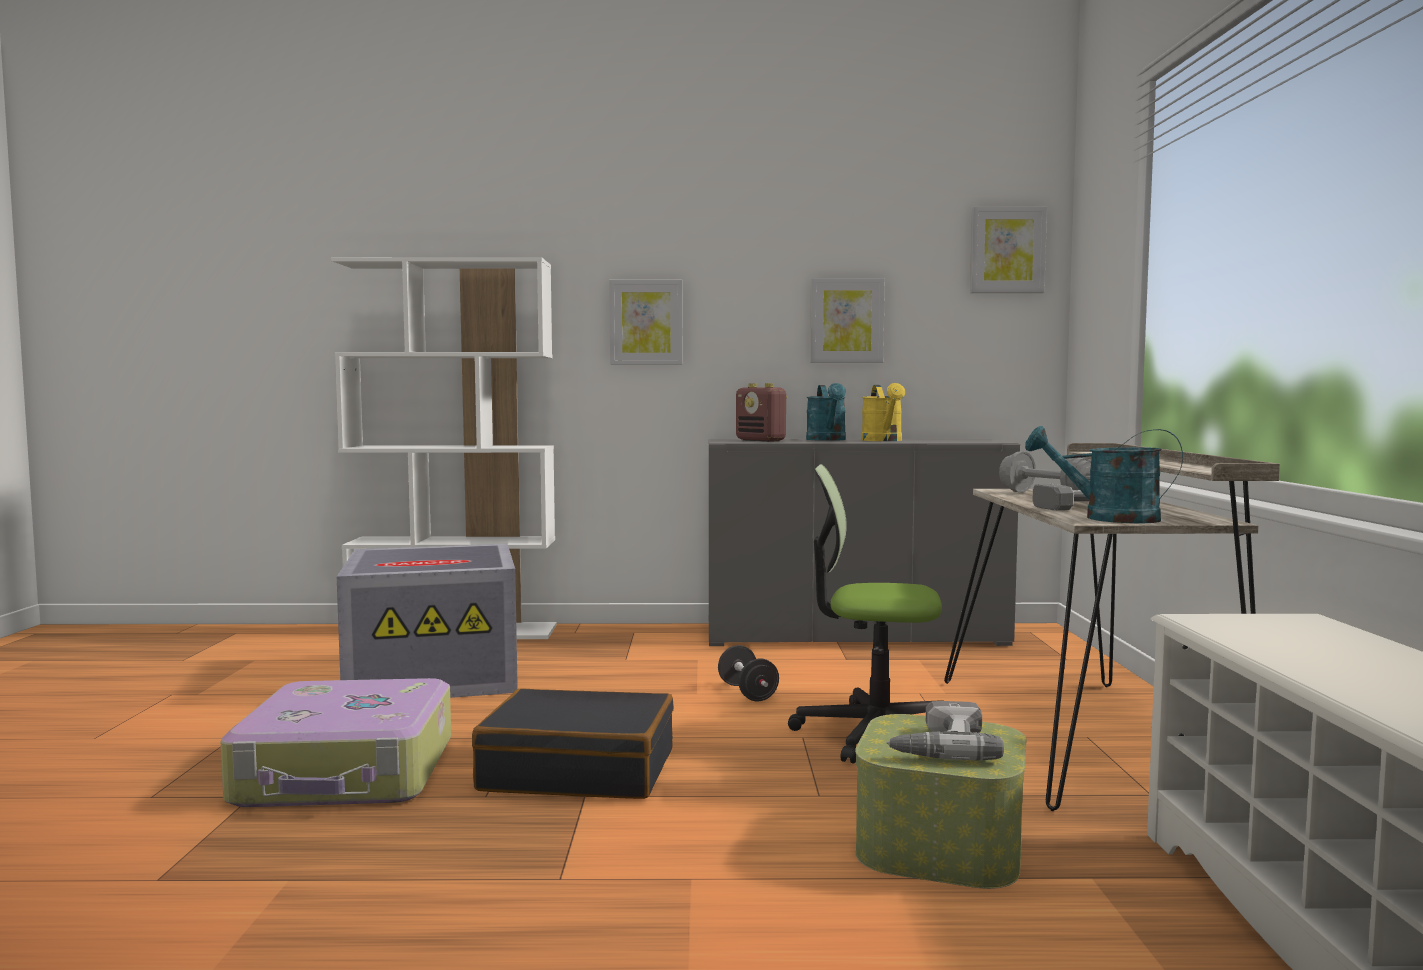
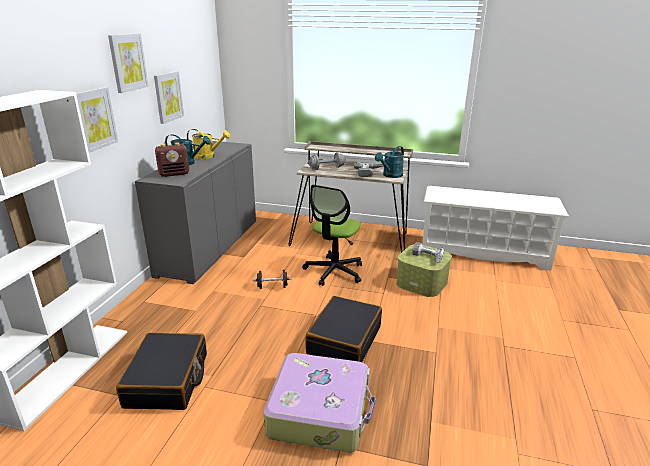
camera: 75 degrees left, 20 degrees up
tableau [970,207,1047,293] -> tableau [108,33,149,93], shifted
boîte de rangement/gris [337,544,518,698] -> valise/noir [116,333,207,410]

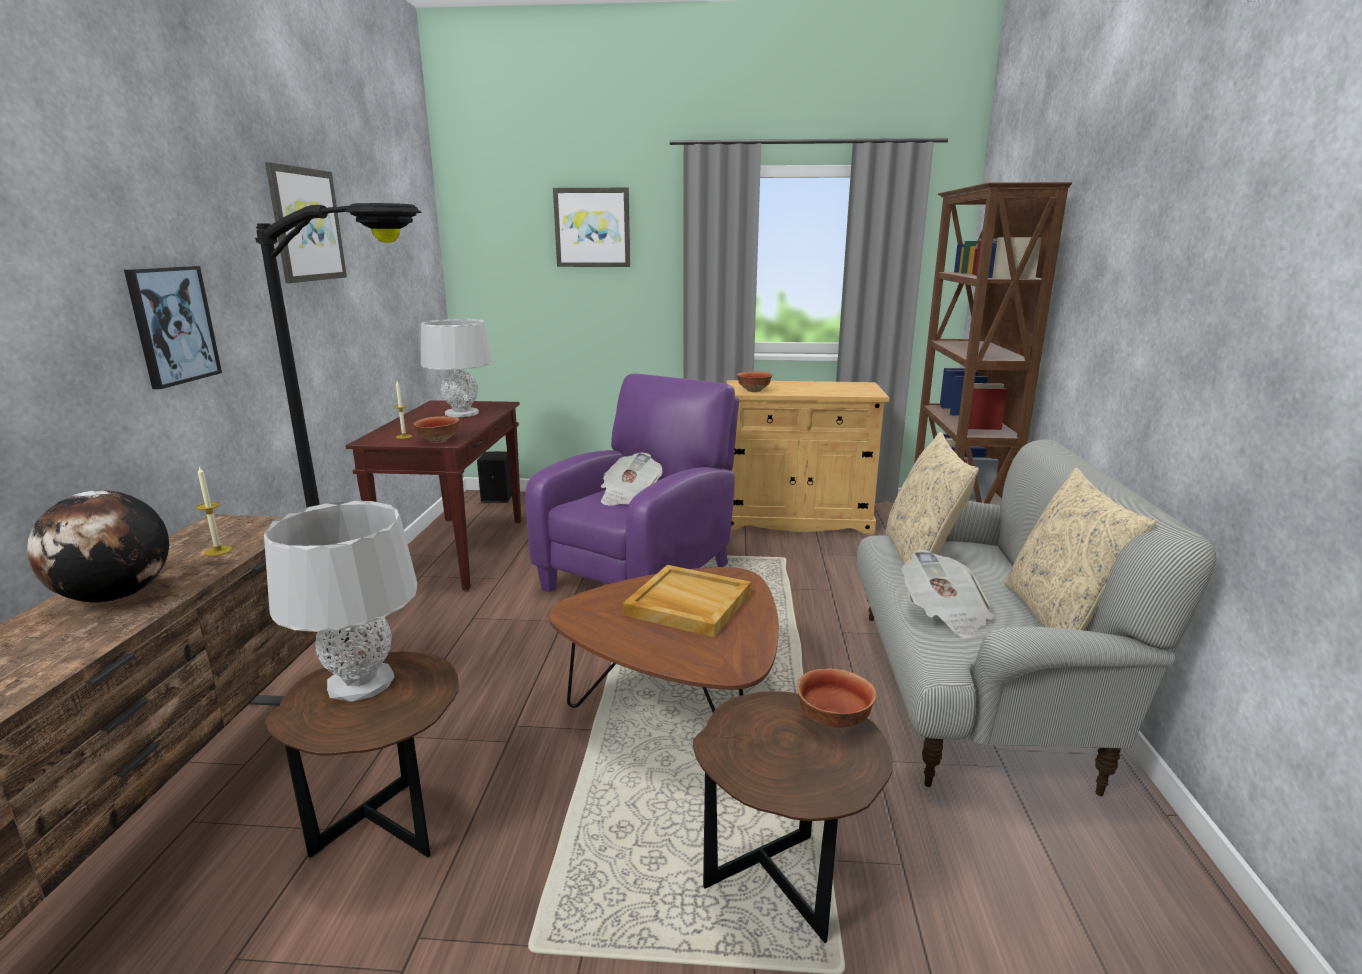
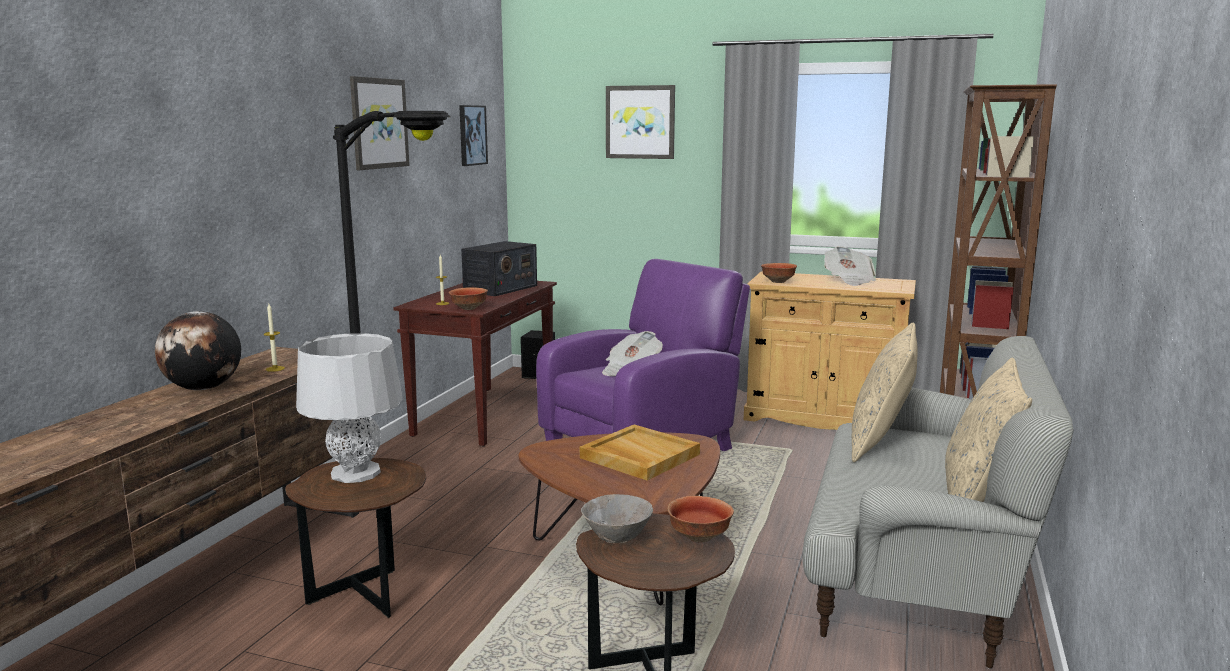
camera: 15 degrees right, 5 degrees down
tableau [124,266,222,389] -> tableau [459,105,488,166], shifted
lampe de table/gris [421,319,493,418] -> radio [461,241,537,296]
none -> bol/gris [581,494,653,543]
journal [902,550,994,639] -> journal [824,246,876,286], shifted

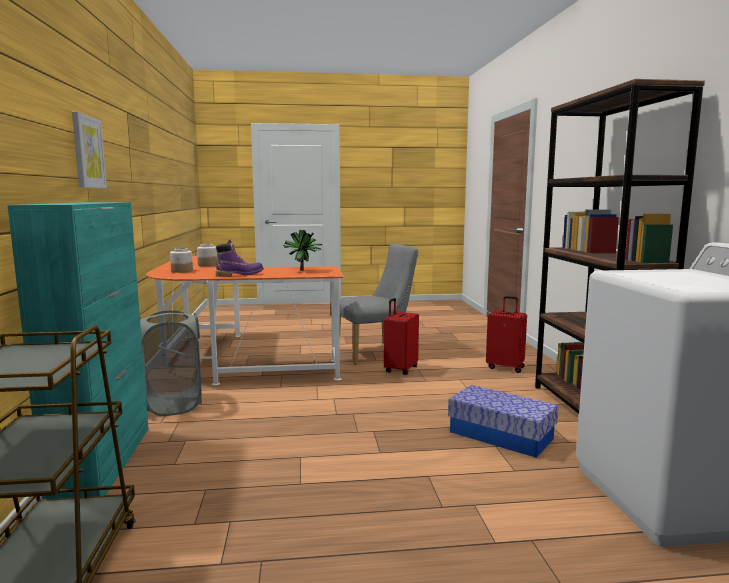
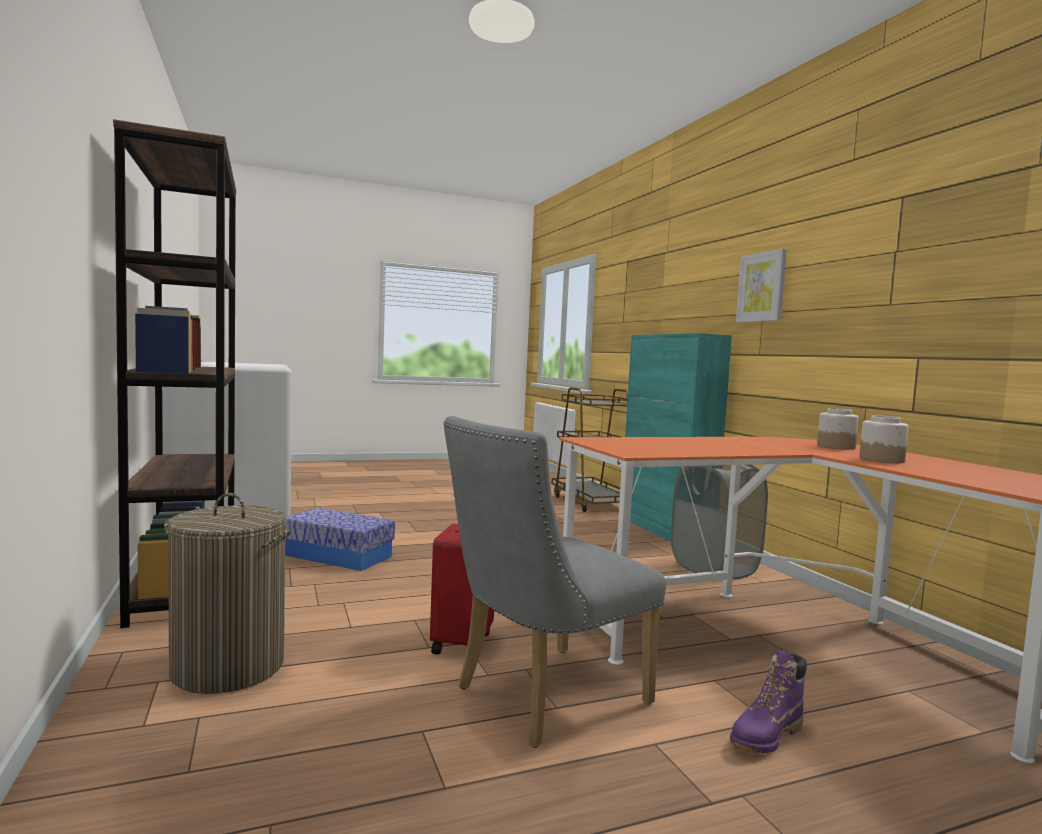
camera: 165 degrees right, 5 degrees down
valise/rouge [486,296,527,373] -> panier à linge [164,493,291,694]
botte/violet [216,240,264,277] -> botte/violet [730,650,807,753], shifted
plante en pot [283,230,322,271] -> none

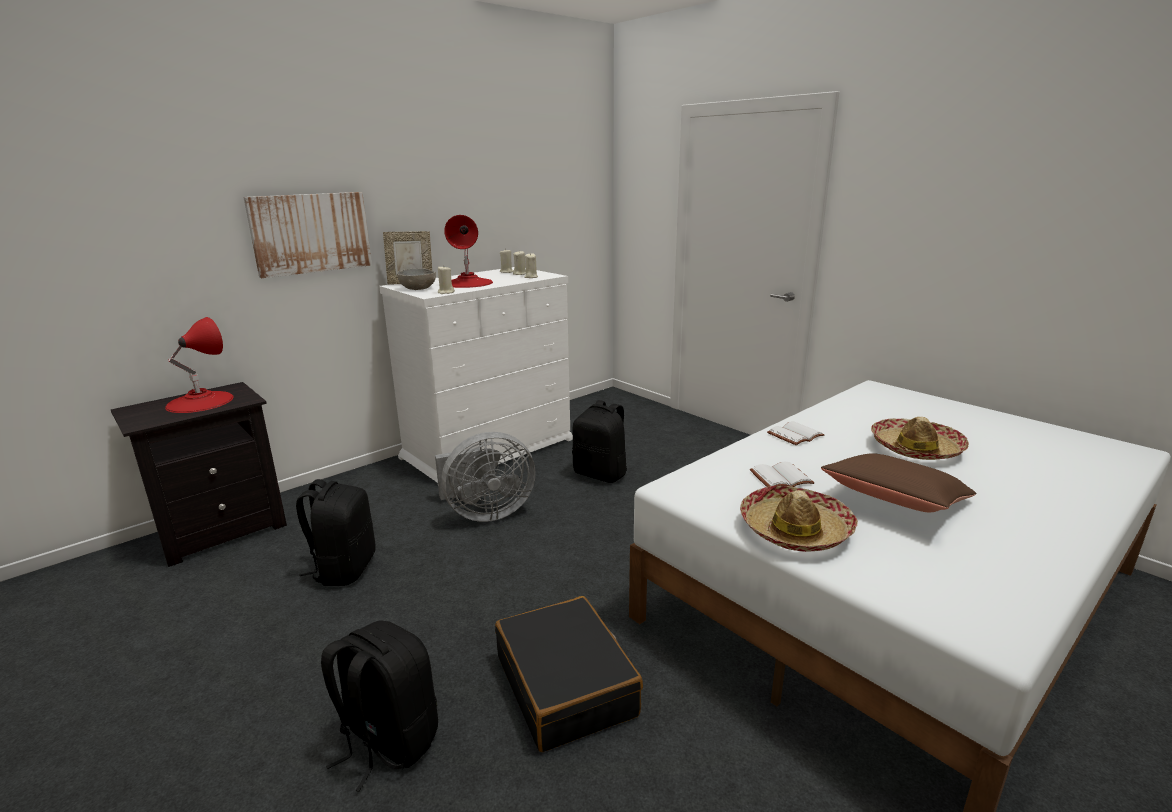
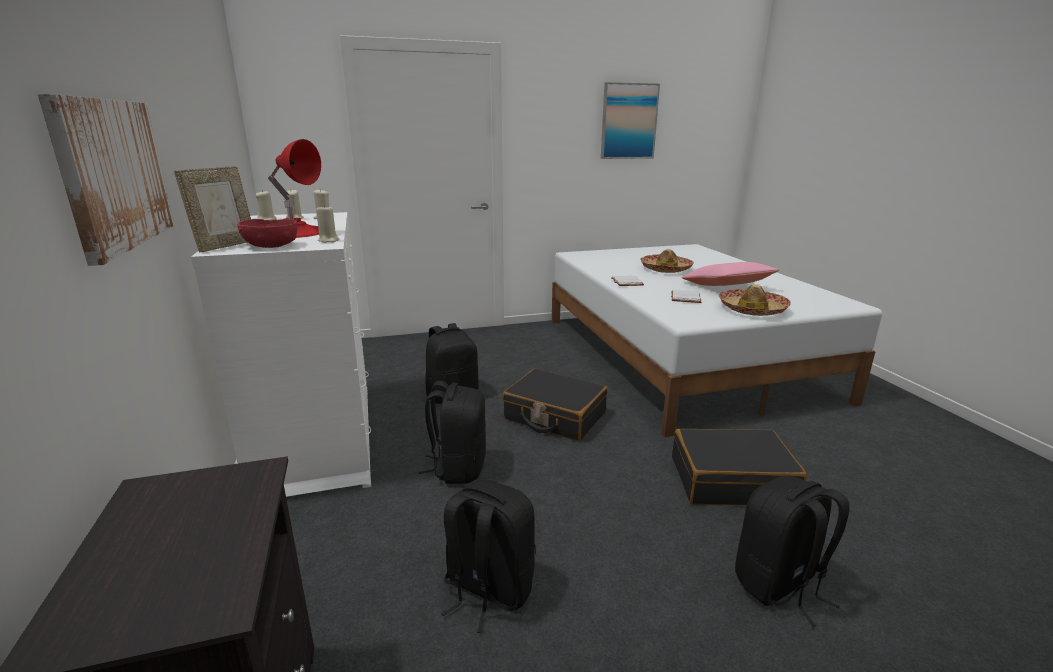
camera: 65 degrees left, 0 degrees up
bol/gris [397,268,436,290] -> bol/rouge [237,219,298,248]
ventilateur/gris [435,432,535,522] -> sac à dos/noir [419,381,486,484]
none -> valise/noir [502,369,607,442]
none -> tableau [601,82,660,159]
coussin/marron [821,453,977,512] -> coussin/rose [682,262,779,286]
lampe de table/rouge [165,317,234,413] -> none

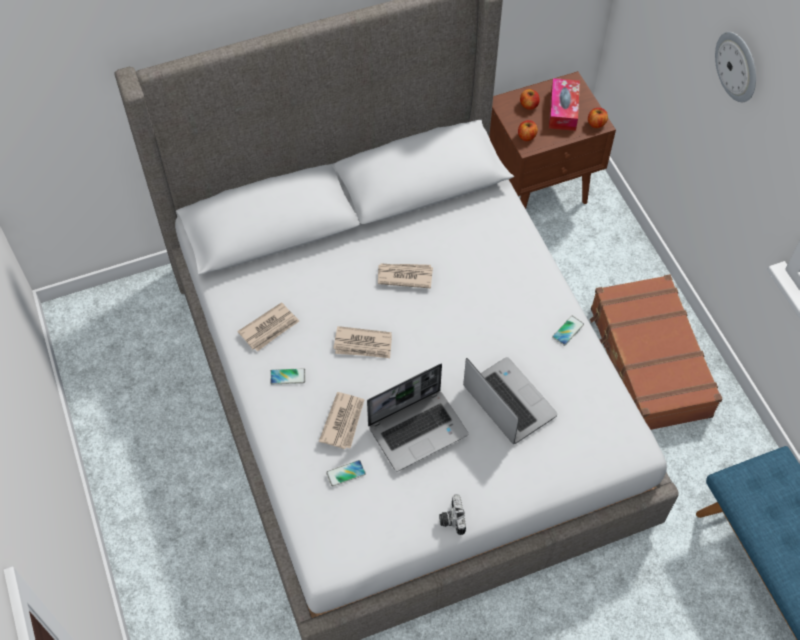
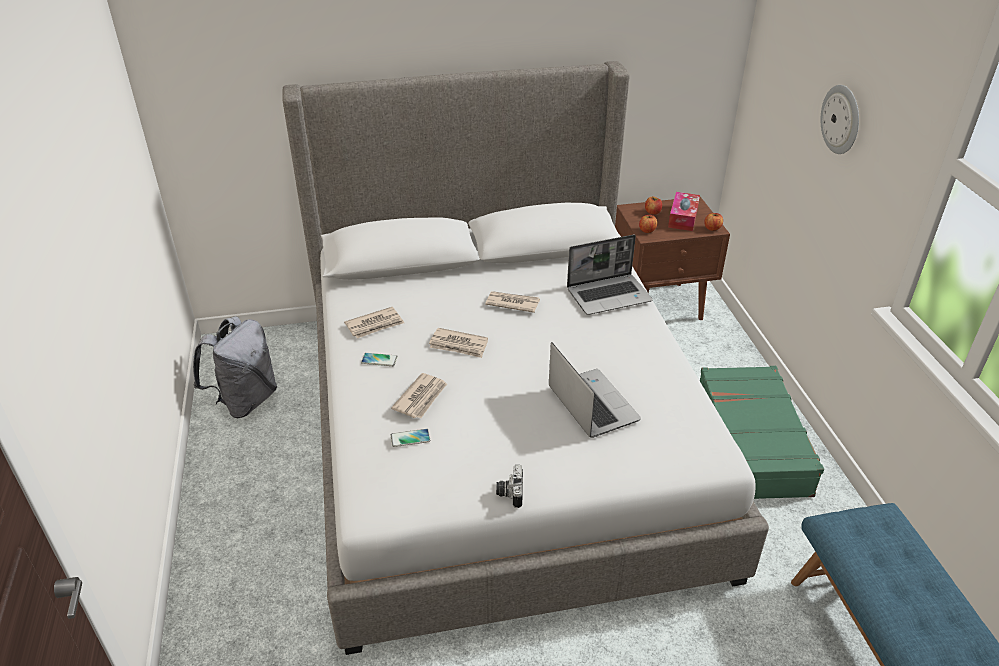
camera: 10 degrees right, 20 degrees down
none -> sac à dos/gris [193,316,277,418]
ordinateur portable [367,364,468,471] -> ordinateur portable [567,235,653,315], shifted
valise/marron [590,274,723,430] -> valise/vert [700,366,824,499]
téléphone [552,316,584,346] -> none

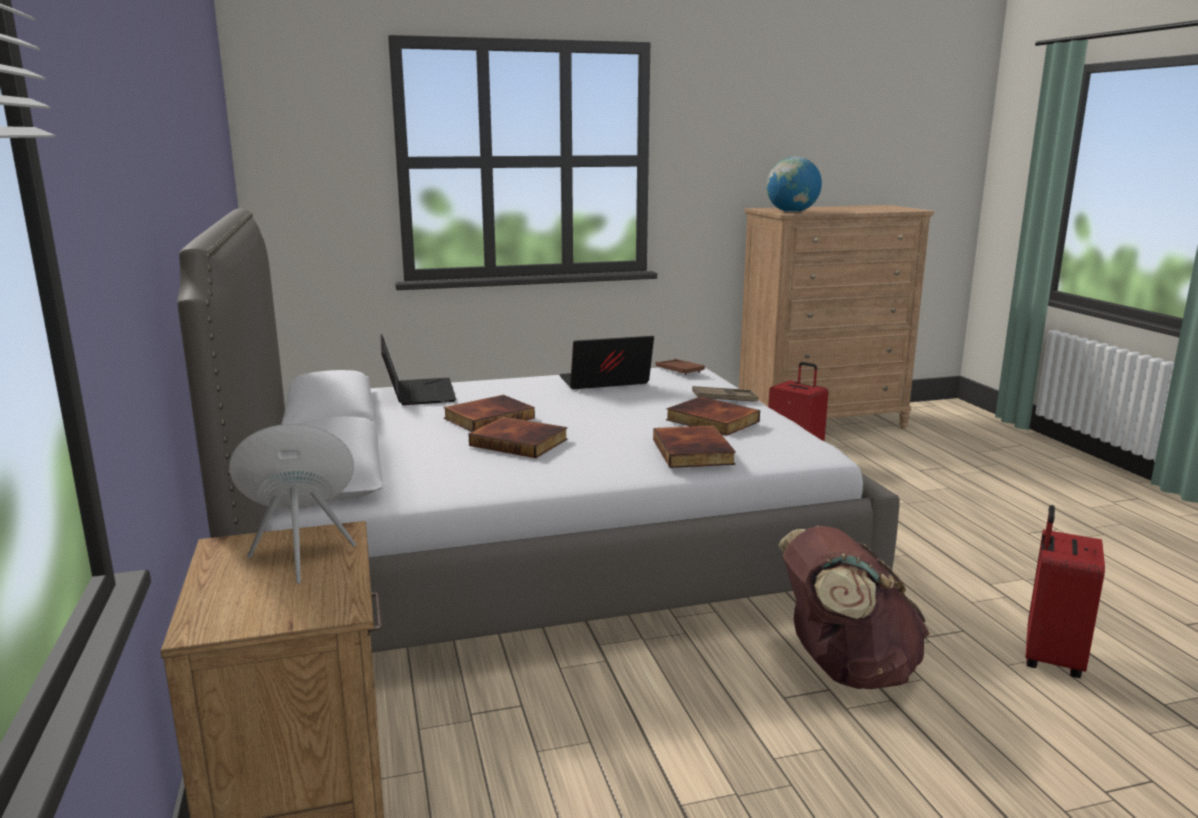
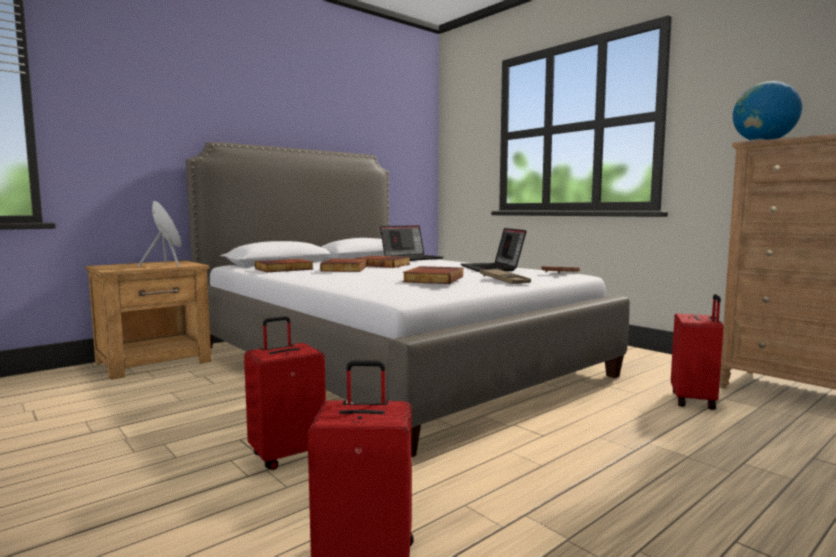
camera: 65 degrees right, 10 degrees down
sac à dos/marron [778,526,930,689] -> valise/rouge [244,316,326,470]
livre [653,425,736,468] -> livre [255,259,314,272], shifted
ordinateur portable [559,336,654,389] -> ordinateur portable [461,228,527,272], 150 degrees counterclockwise

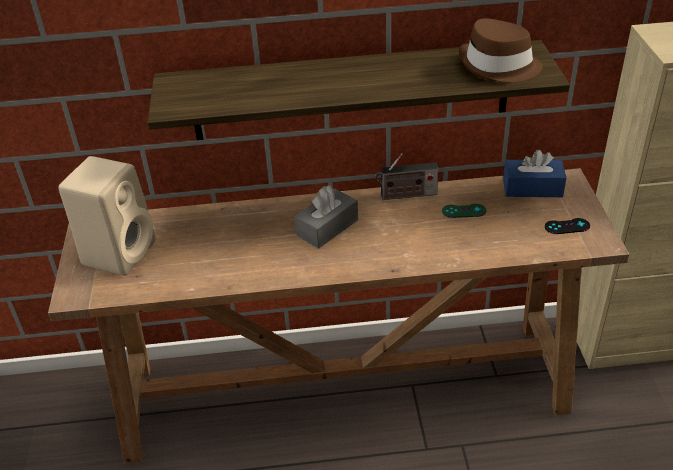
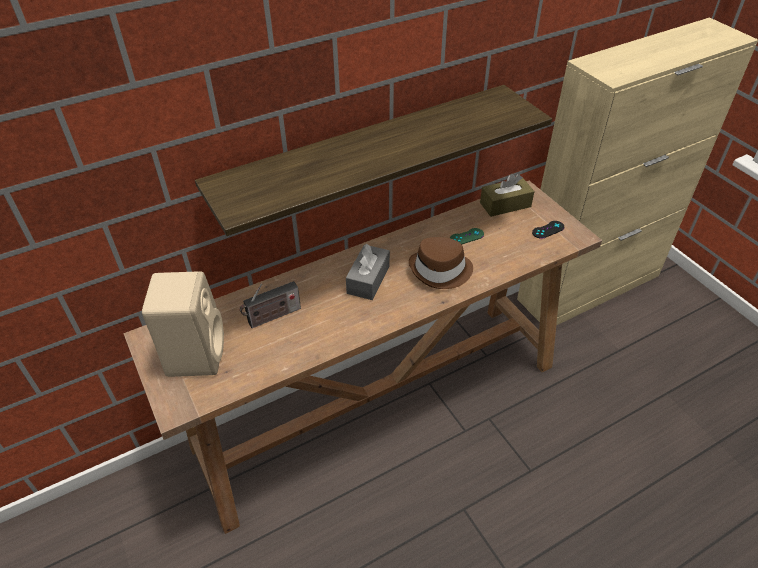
camera: 25 degrees left, 5 degrees up
radio [375,153,439,200] -> radio [240,281,301,328], shifted
chapeau/marron [459,18,543,82] -> chapeau/marron [409,237,473,289], shifted
boîte à mouchoirs/bleu [503,150,566,197] -> boîte à mouchoirs/marron [480,174,535,217]

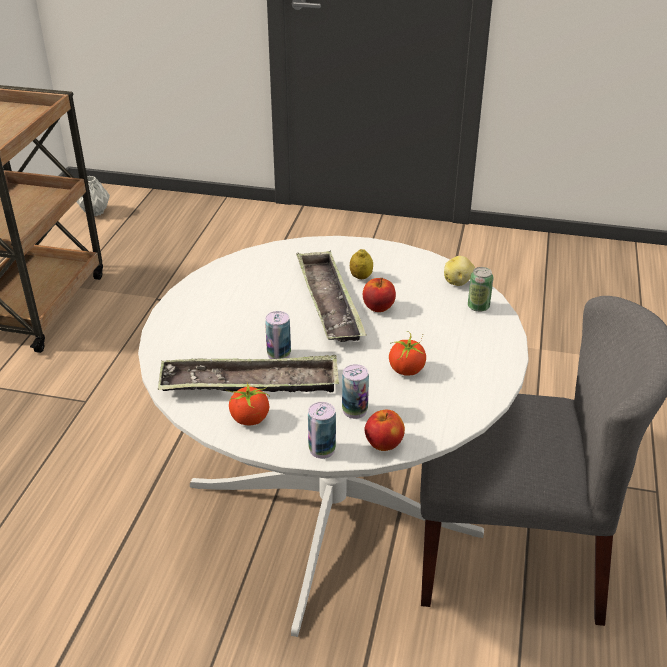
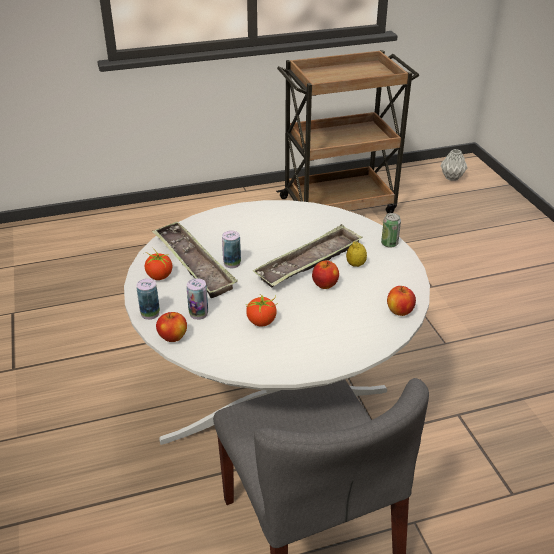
camera: 60 degrees right, 0 degrees up
boîte métallique [468,267,493,312] -> boîte métallique [381,213,401,248], shifted
pomme de terre [444,256,475,286] -> pomme [387,286,416,316]

